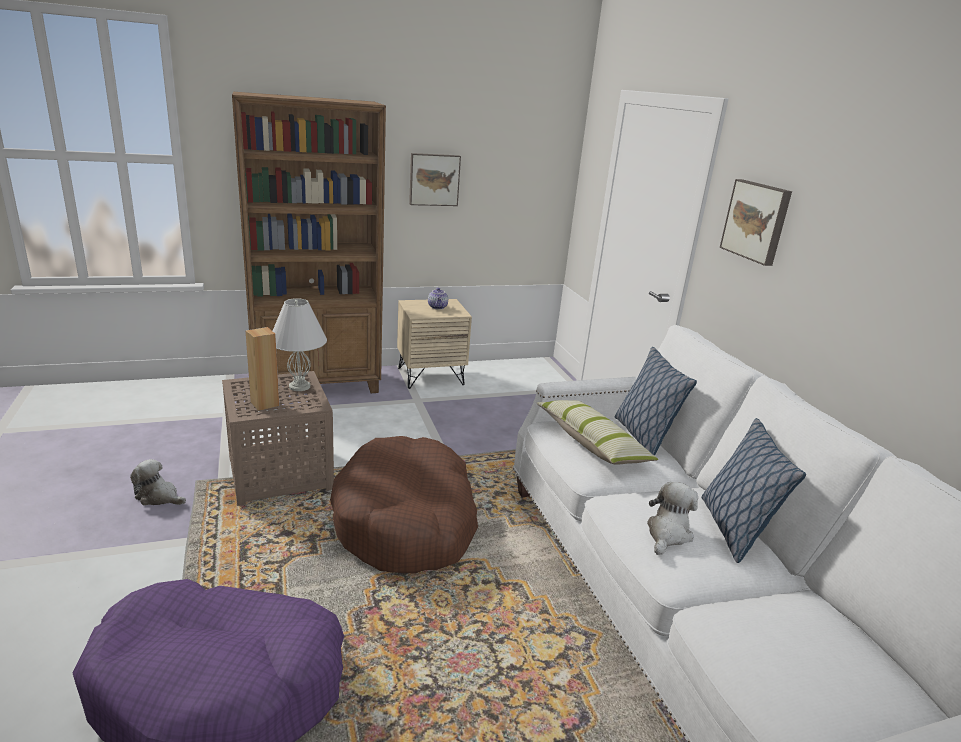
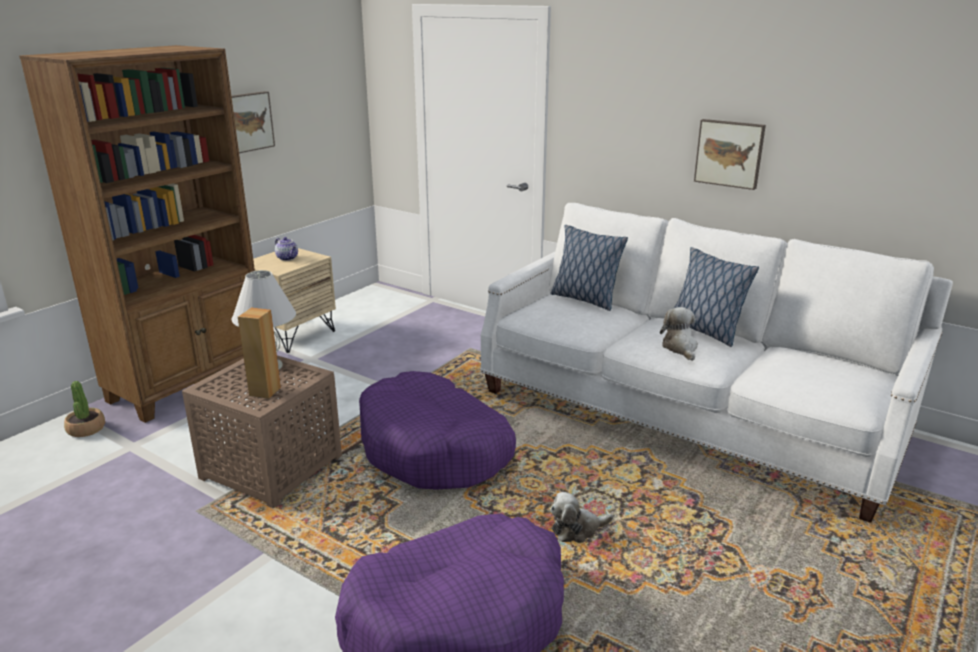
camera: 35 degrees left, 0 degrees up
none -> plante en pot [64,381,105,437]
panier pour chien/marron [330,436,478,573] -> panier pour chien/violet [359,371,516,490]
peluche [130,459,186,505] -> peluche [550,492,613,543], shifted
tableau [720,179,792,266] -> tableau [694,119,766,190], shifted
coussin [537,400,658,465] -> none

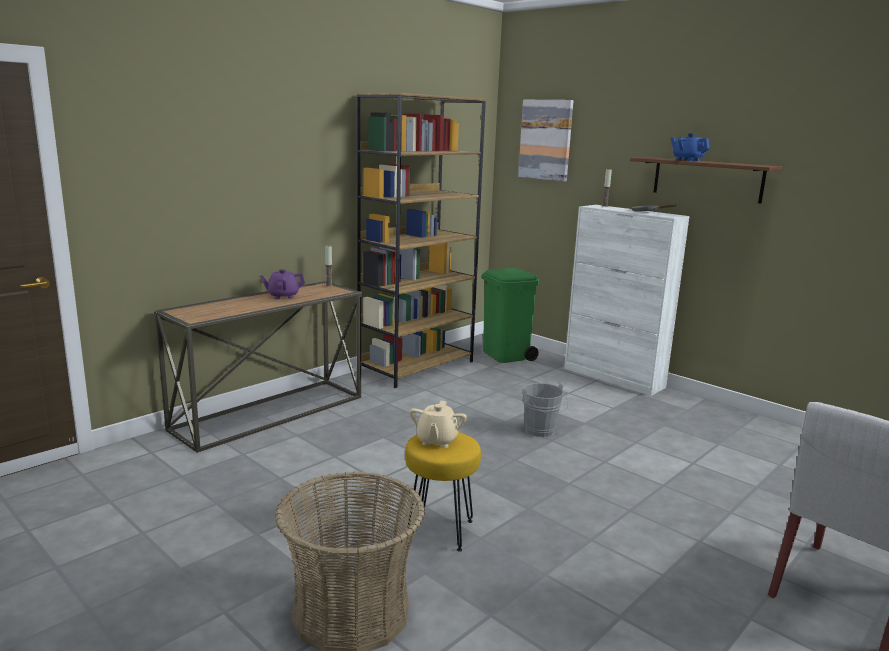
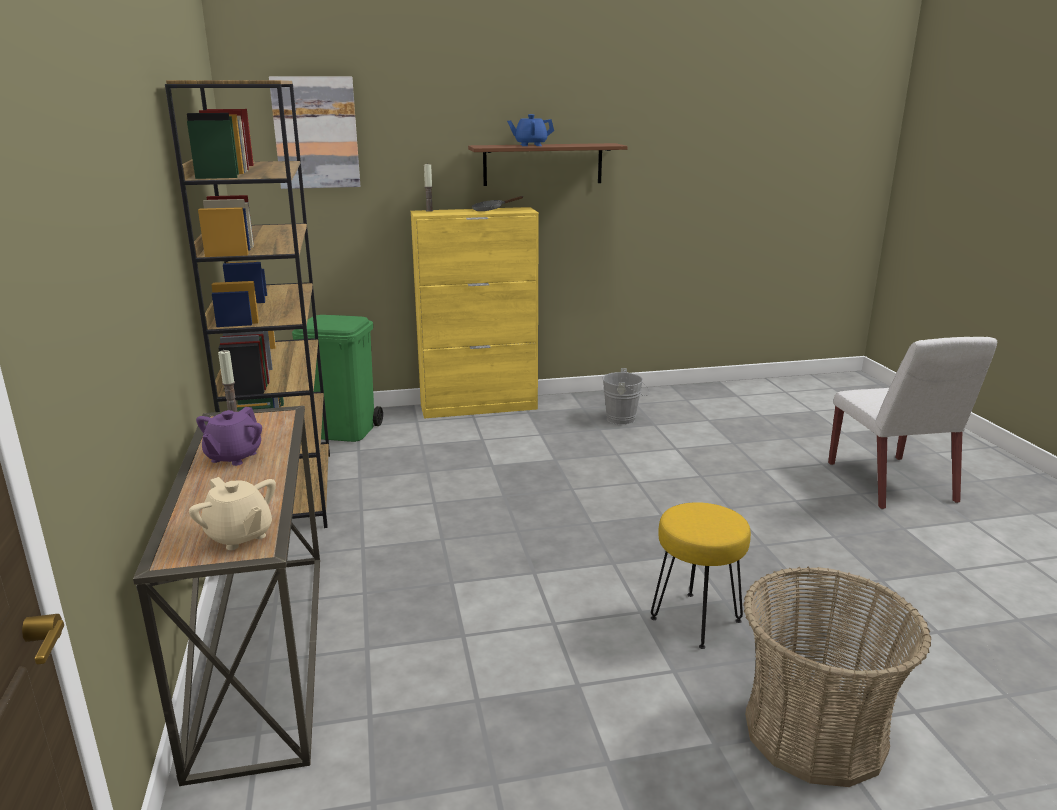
camera: 55 degrees left, 5 degrees up
théière/beige [410,401,467,448] -> théière/beige [189,477,276,550], shifted
meuble de rangement/blanc [564,205,690,396] -> meuble de rangement/jaune [411,207,539,419]
seau/gris [523,383,568,437] -> seau/gris [603,368,649,425], shifted

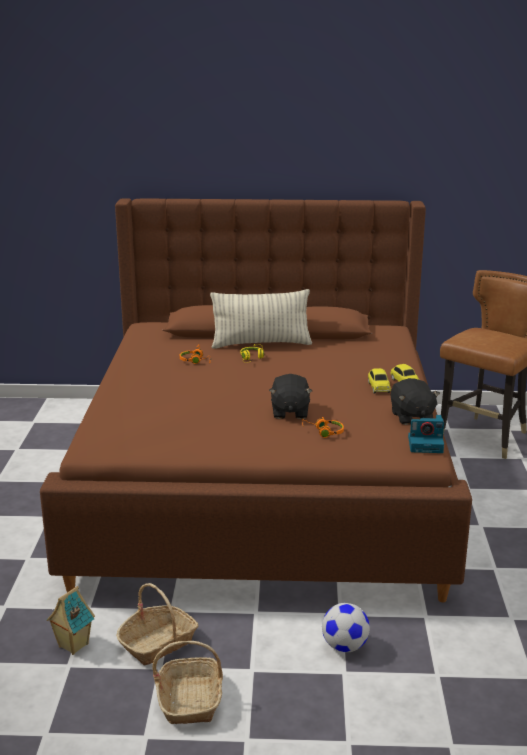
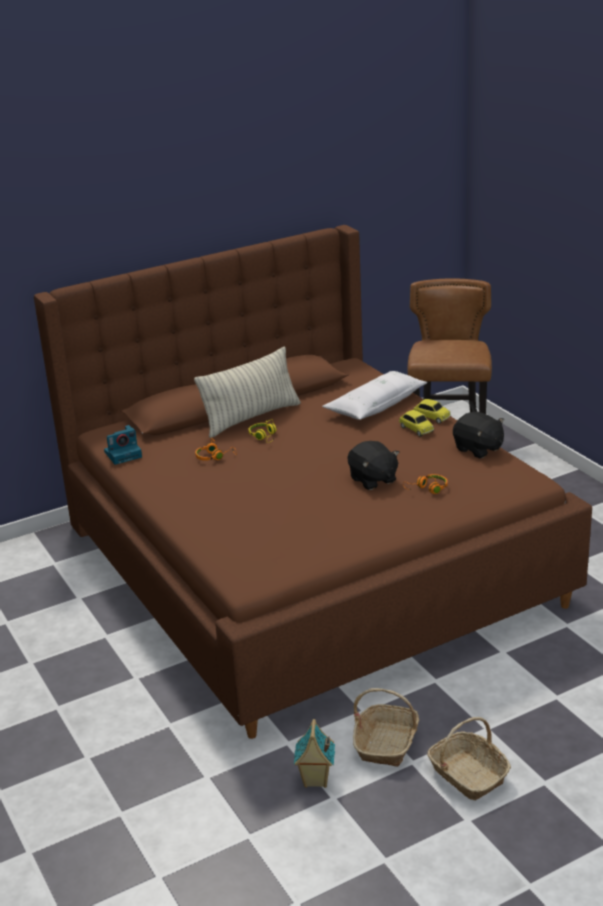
camera: 30 degrees left, 5 degrees up
appareil photo [408,415,444,453] -> appareil photo [104,425,142,465], shifted
none -> coussin/blanc [322,371,428,420]
ballon de foot [322,603,370,652] -> none

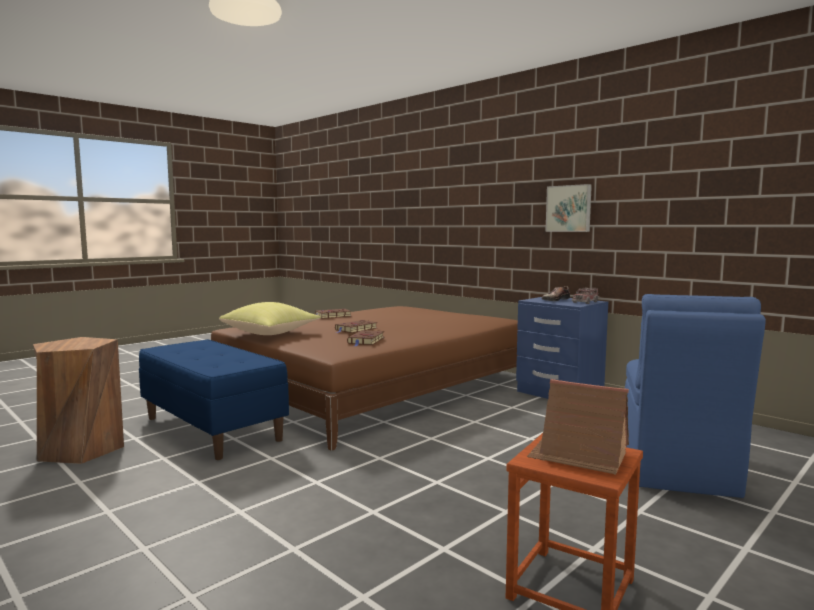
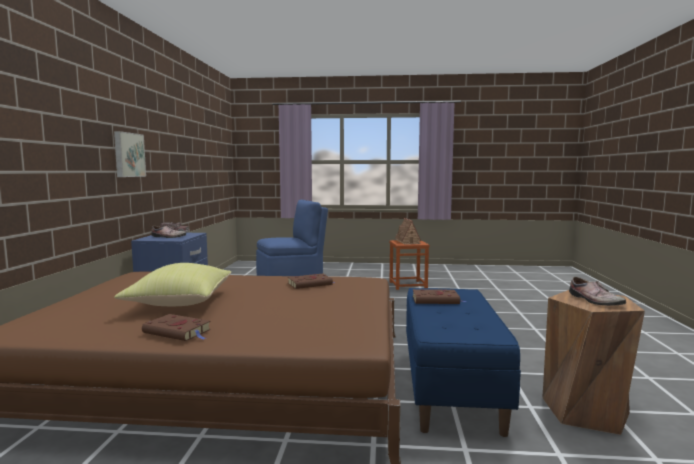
camera: 130 degrees left, 0 degrees up
coussin/jaune [219,302,321,335] -> coussin/jaune [114,263,232,306], shifted
livre/marron [335,320,377,333] -> livre/marron [413,289,466,304], shifted
none -> chaussure [569,277,626,306]

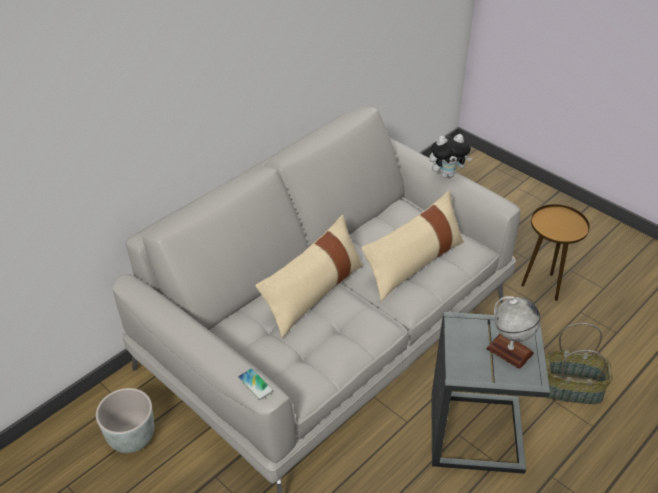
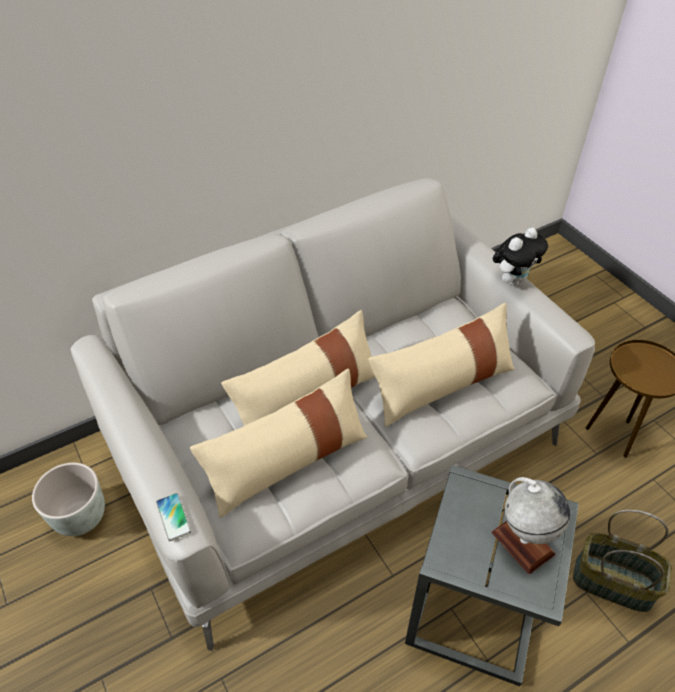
camera: 15 degrees right, 5 degrees up
none -> coussin/beige [190,369,367,518]
peluche [429,134,472,178] -> peluche [493,228,548,286], 45 degrees counterclockwise

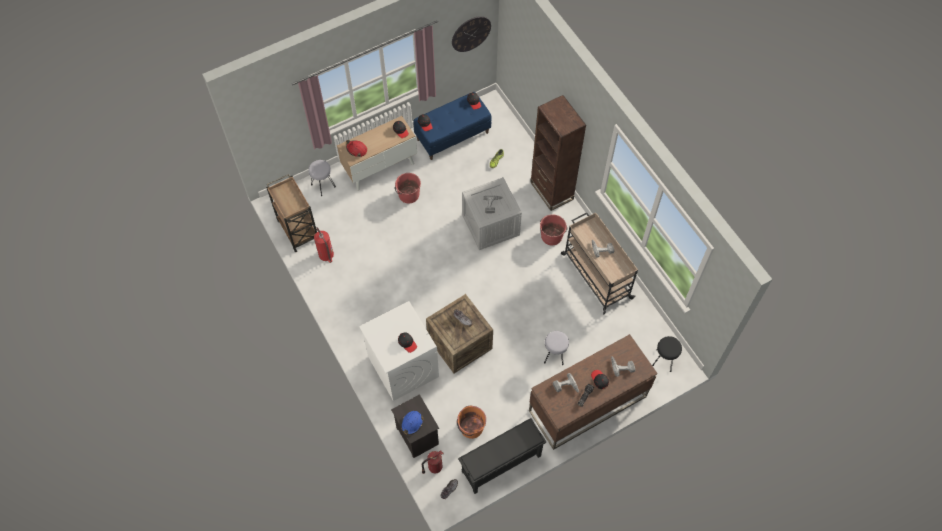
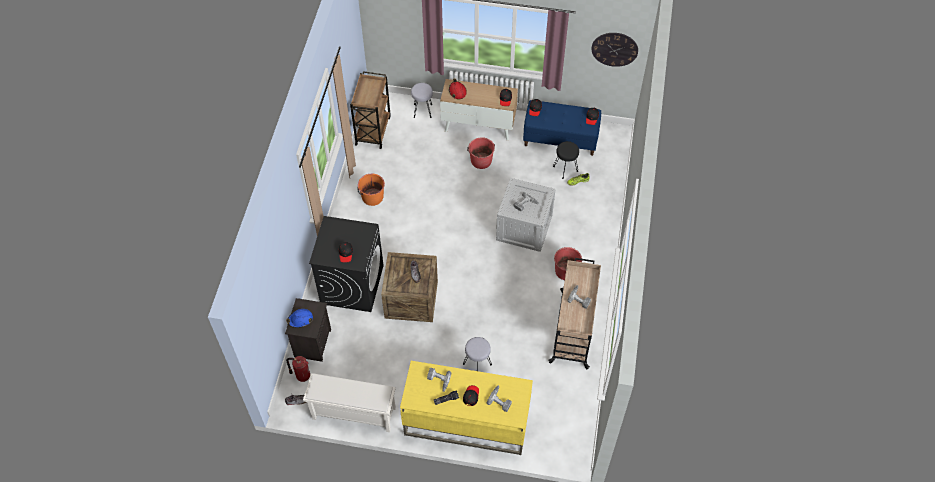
camera: 40 degrees right, 5 degrees down
étagère à chaussures/noir [458,418,546,494] -> étagère à chaussures/blanc [303,373,396,432]
lave-linge/blanc [359,301,439,401] -> lave-linge/noir [309,216,384,312]
seau/orange [457,405,486,439] -> seau/orange [357,174,385,206], shifted
bureau/marron [529,334,658,450] -> bureau/jaune [400,361,533,455]
tabouret/noir [652,336,682,372] -> tabouret/noir [553,141,579,179], shifted
extincteur [314,227,334,263] -> none
bibliothèque/marron [530,95,586,211] -> none

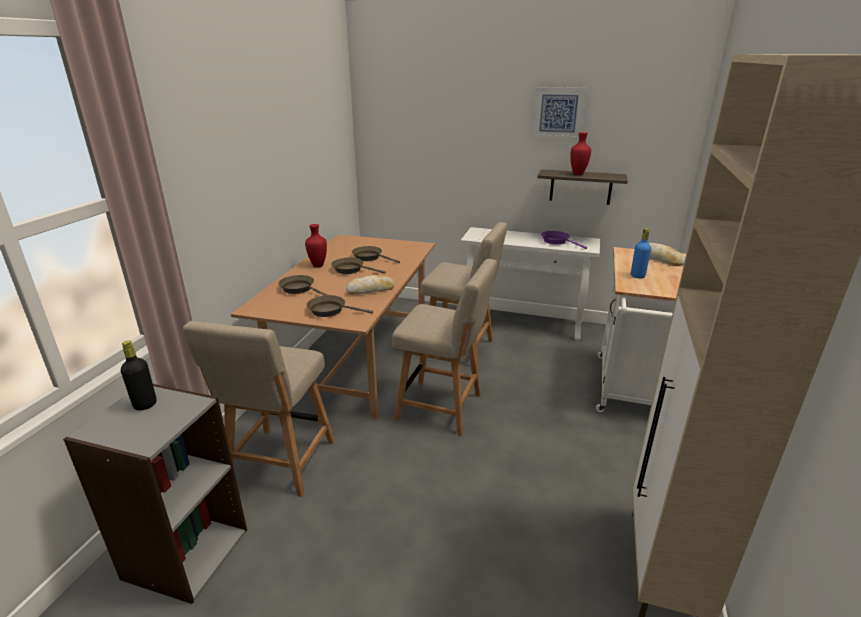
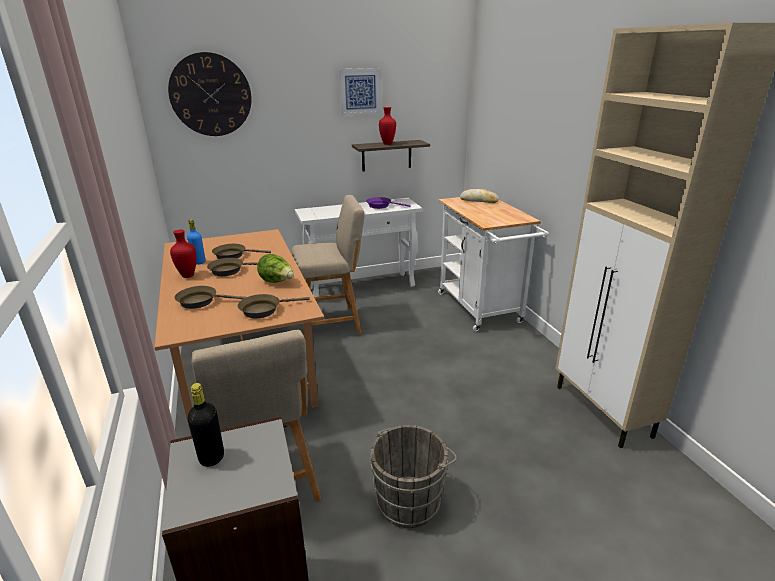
camera: 35 degrees left, 0 degrees up
none -> horloge murale [168,52,252,136]
bouteille/bleu [631,228,651,278] -> bouteille/bleu [187,219,205,265], shifted
pain [346,275,395,295] -> laitue [257,254,294,283]
none -> seau/gris [370,425,457,528]
chaise/beige [392,259,497,436] -> none

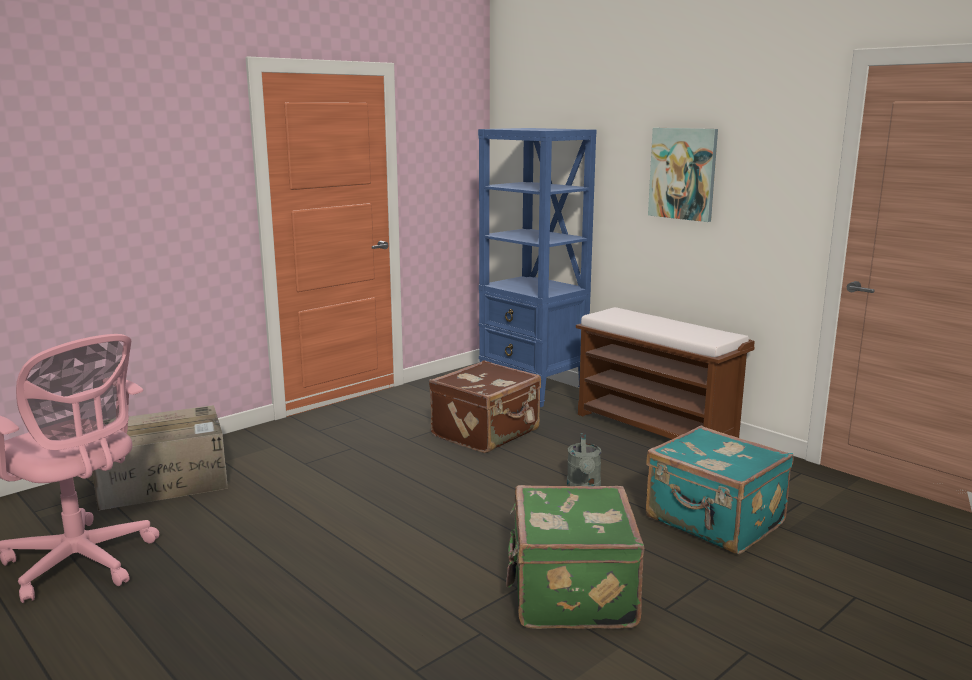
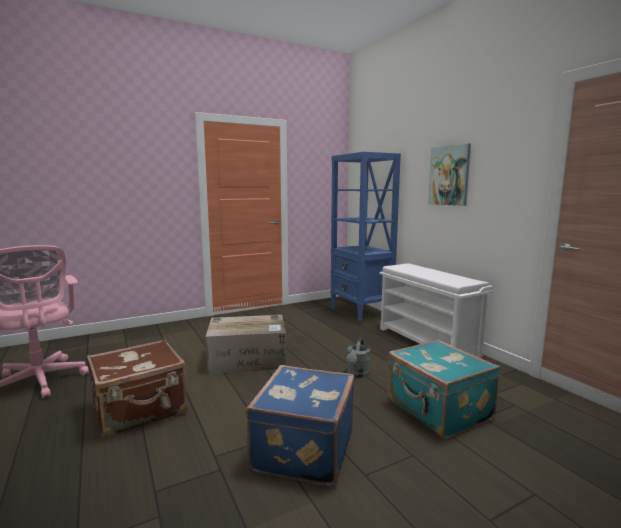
camera: 15 degrees right, 5 degrees down
valise/marron [429,360,541,453] -> valise/marron [87,339,187,438], shifted
carton [92,405,228,511] -> carton [206,315,286,374], shifted
valise/vert [506,485,645,629] -> valise/bleu [245,365,354,487]
banc/marron [576,307,755,439] -> banc/blanc [379,263,493,358]

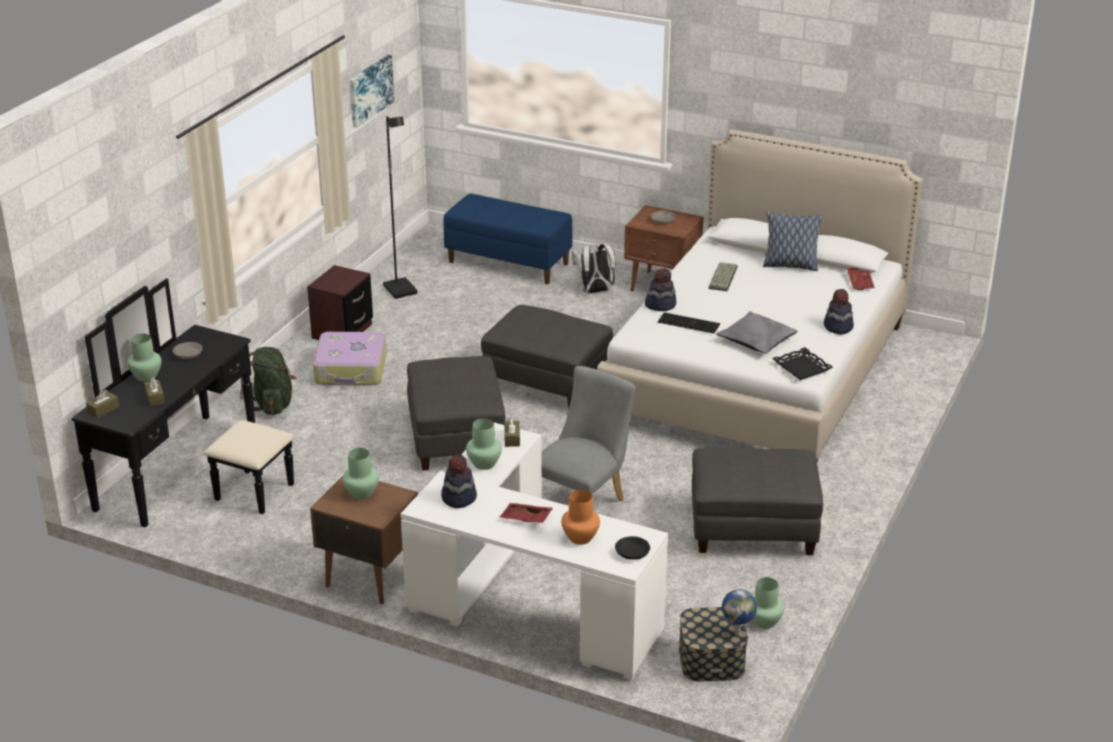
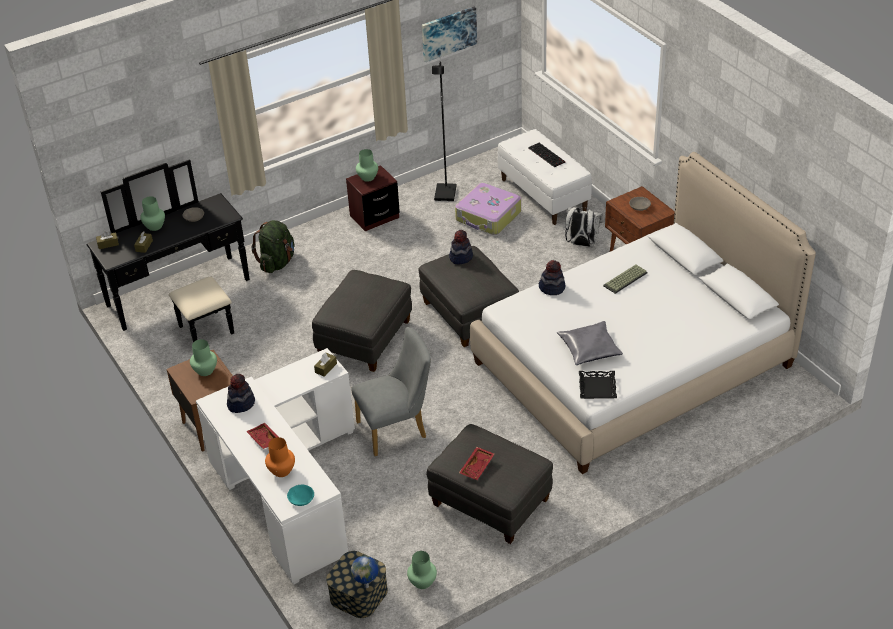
camera: 35 degrees right, 10 degrees up
bol/noir [615,536,650,560] -> bol/turquoise [287,485,314,506]
vase/vert [466,418,502,470] -> vase/vert [356,149,378,182], shifted
chapeau [824,289,854,334] -> chapeau [449,230,473,265], shifted
valise [313,332,387,385] -> valise [455,183,521,235], shifted
plateau/rouge [846,267,875,290] -> plateau/rouge [459,447,494,480], shifted
banc/bleu [443,194,573,284] -> banc/blanc [498,129,592,225]
clavier [658,312,720,333] -> clavier [528,143,565,167], shifted
coussin [763,212,822,271] -> none

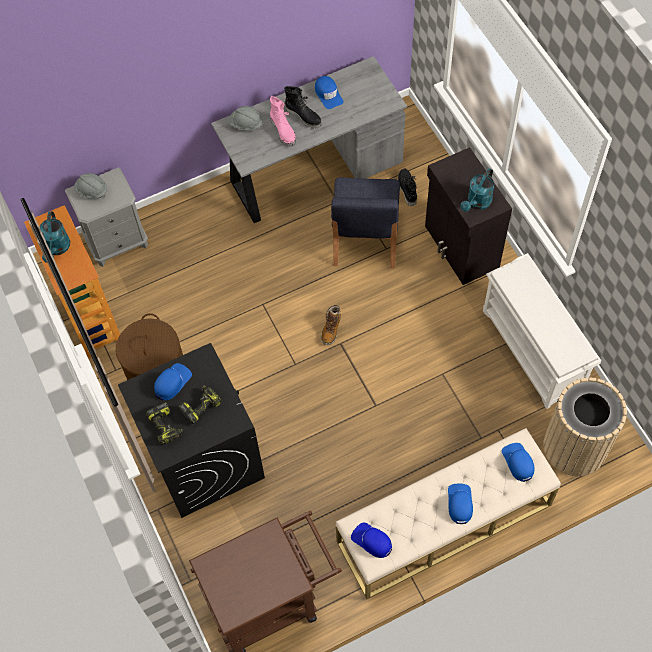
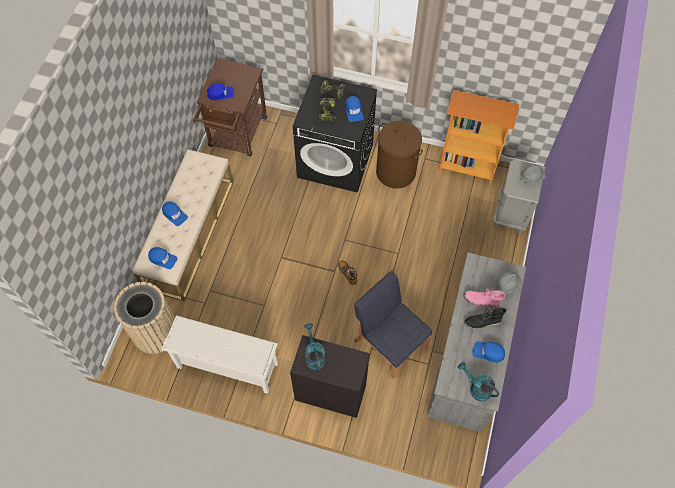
camera: 130 degrees right, 0 degrees up
casquette/bleu [351,523,392,558] -> casquette/bleu [207,83,234,100], shifted
arrosoir/turquoise [40,211,70,263] -> arrosoir/turquoise [458,362,499,401], shifted
botte/noir [398,169,417,206] -> none

